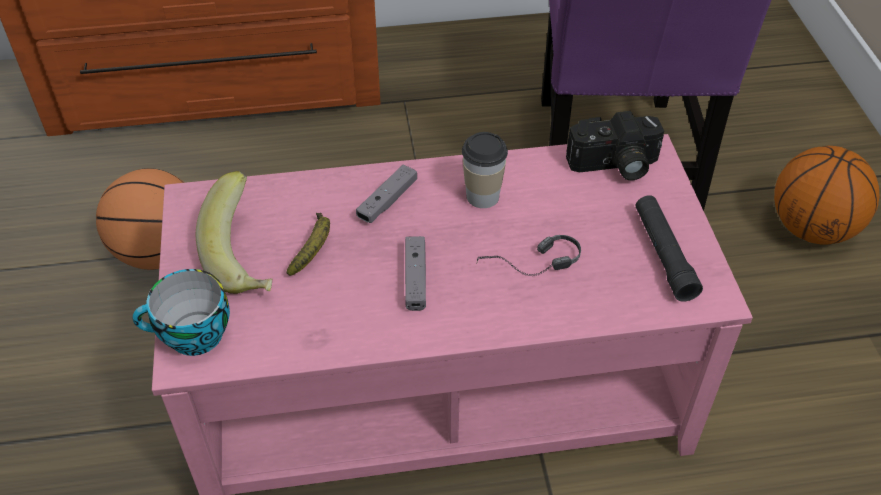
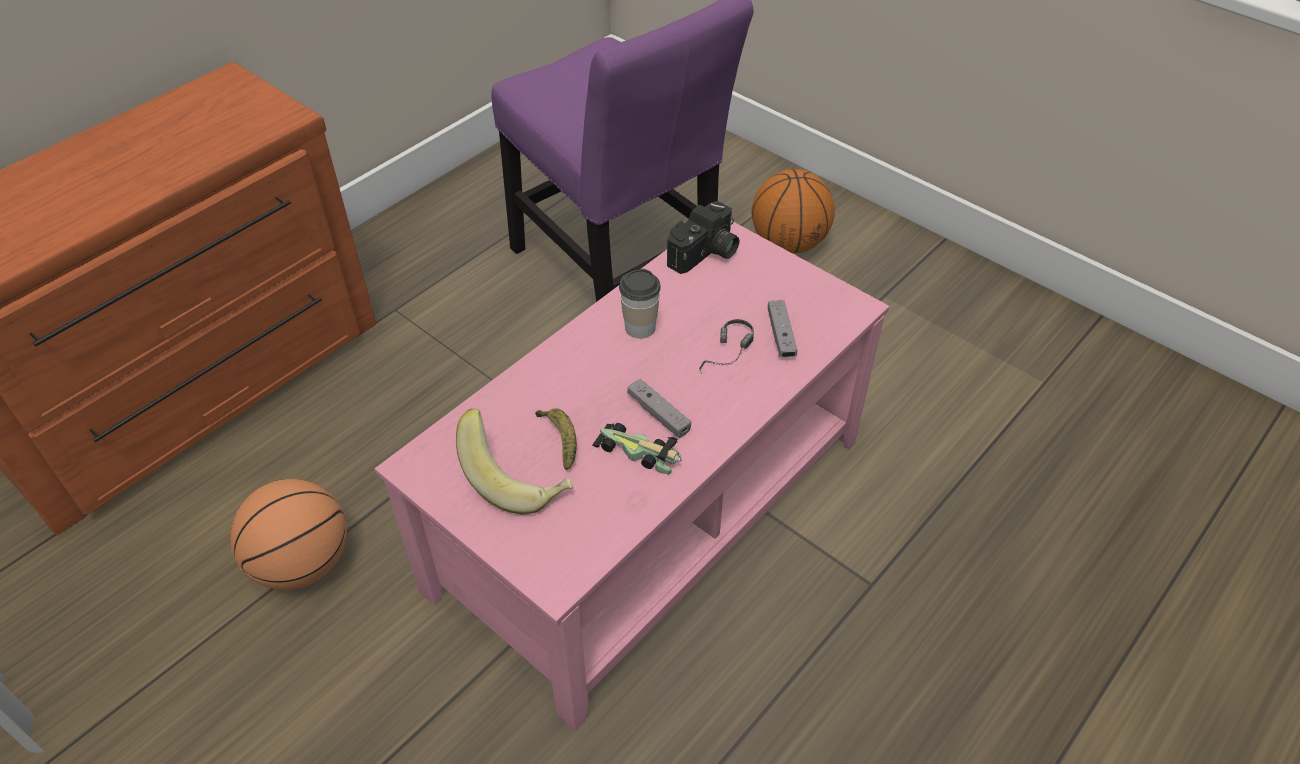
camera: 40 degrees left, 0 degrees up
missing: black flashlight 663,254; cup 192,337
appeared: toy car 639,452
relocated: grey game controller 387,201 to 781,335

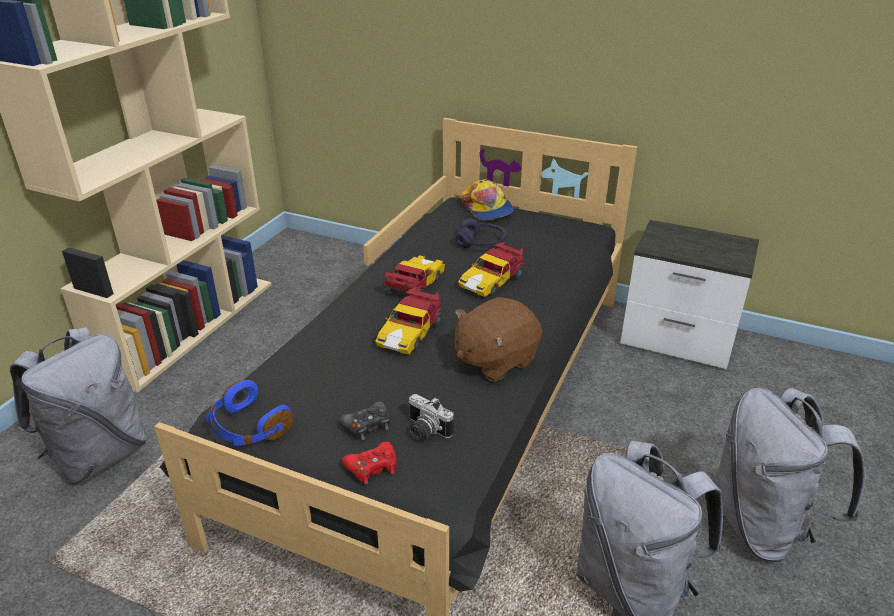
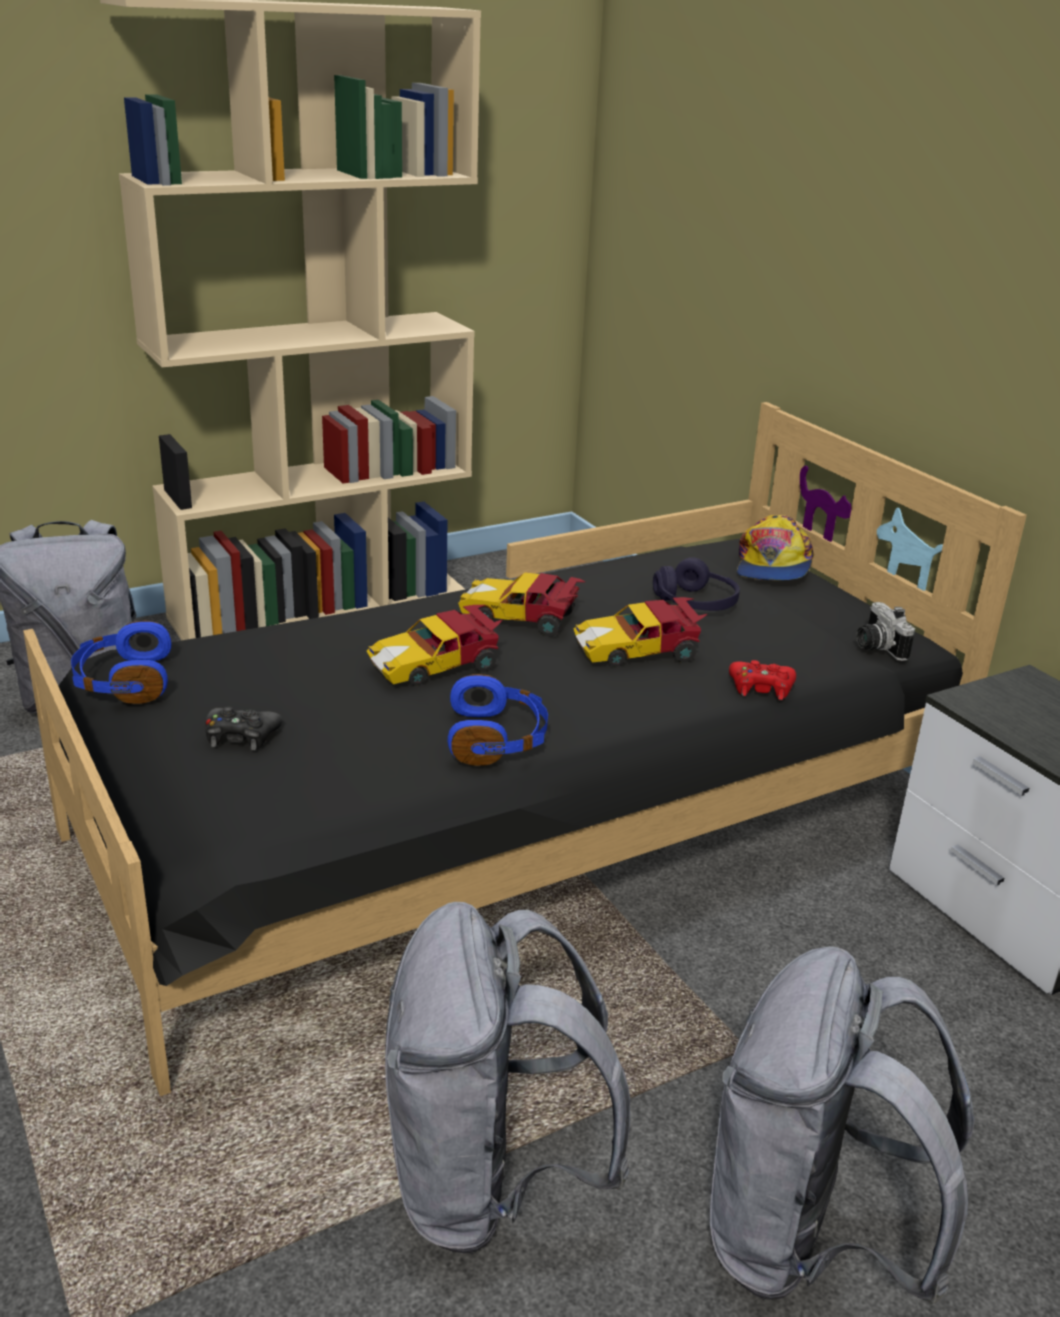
camera: 35 degrees right, 5 degrees down
relocated: photo camera 424,431 to 875,647; red game controller 372,467 to 761,688
exchanged: brown plush toy 495,360 to blue headphones 497,739
spun: toy car 414,286 = 522,618 135 degrees counterclockwise

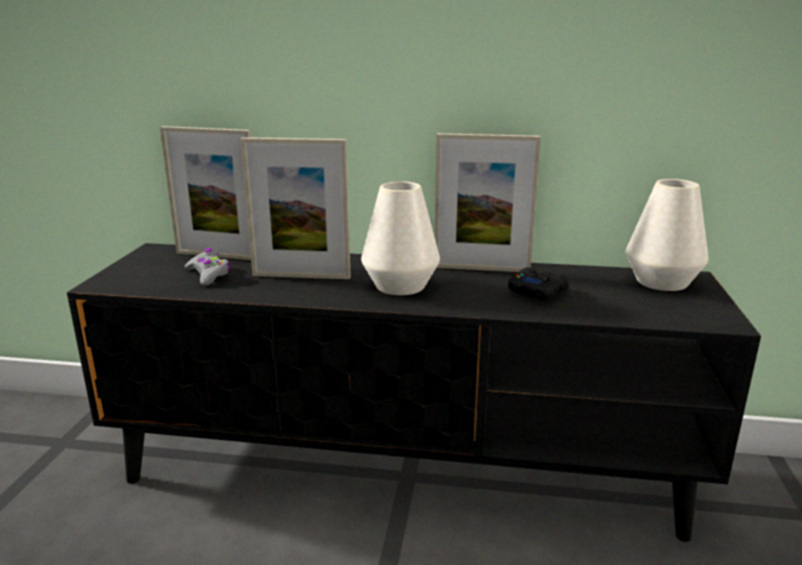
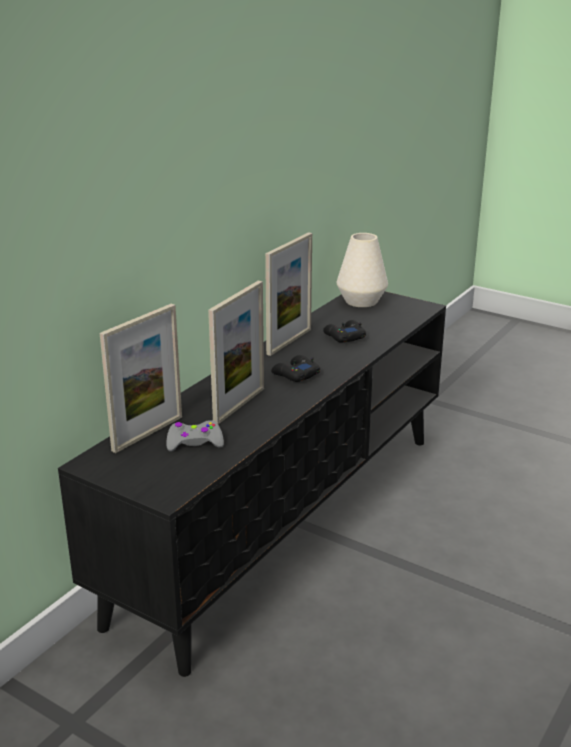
camera: 65 degrees left, 5 degrees up
exchanged: white vase 400,286 to black game controller 295,374

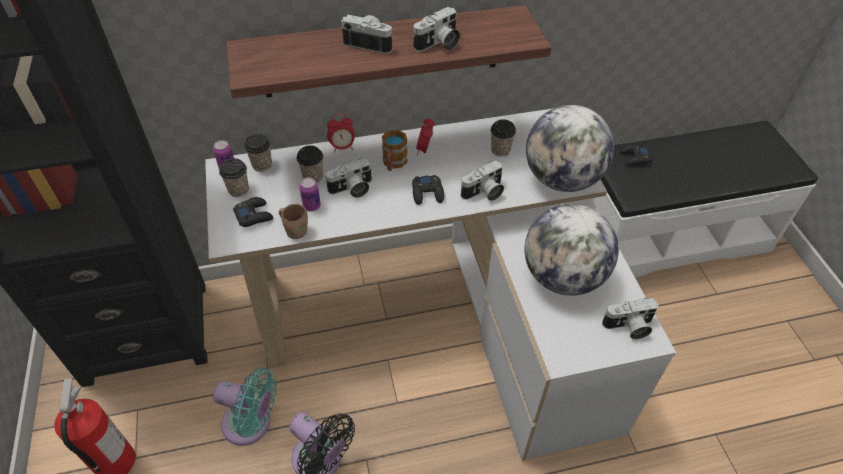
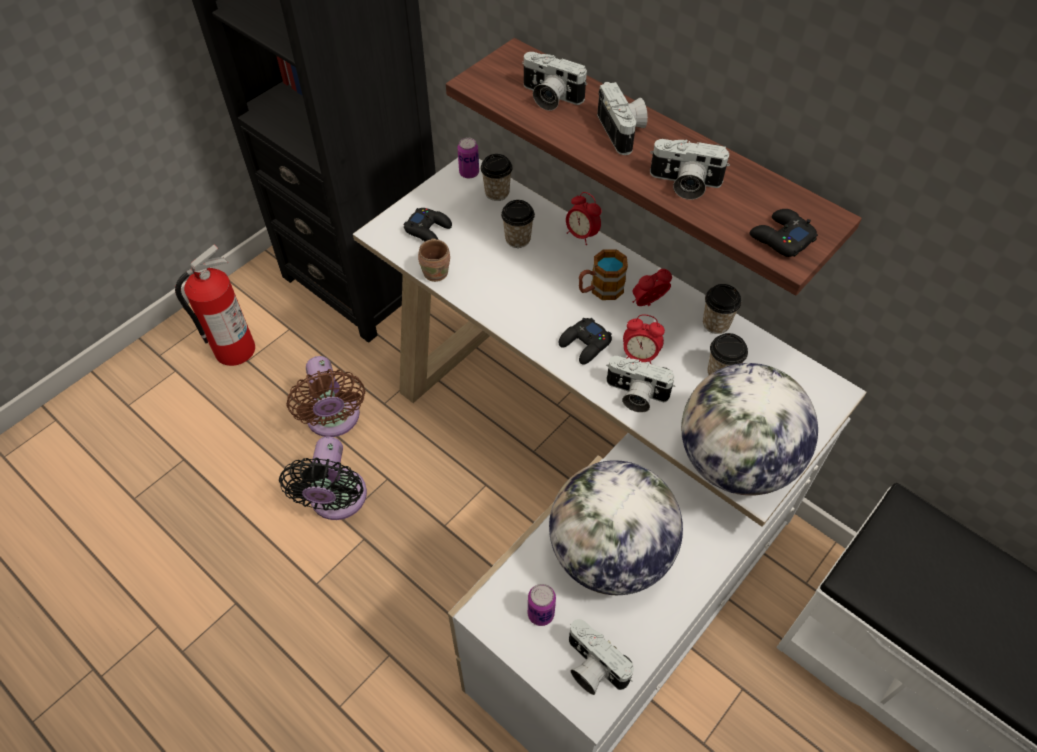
camera: 55 degrees right, 5 degrees up
appeared: alarm clock 639,356
relocated: black game controller 634,158 to 781,238; cup 238,190 to 716,324; photo camera 352,189 to 549,97; can 312,206 to 540,614
colour: turquoise fan 251,424 to brown fan 334,420

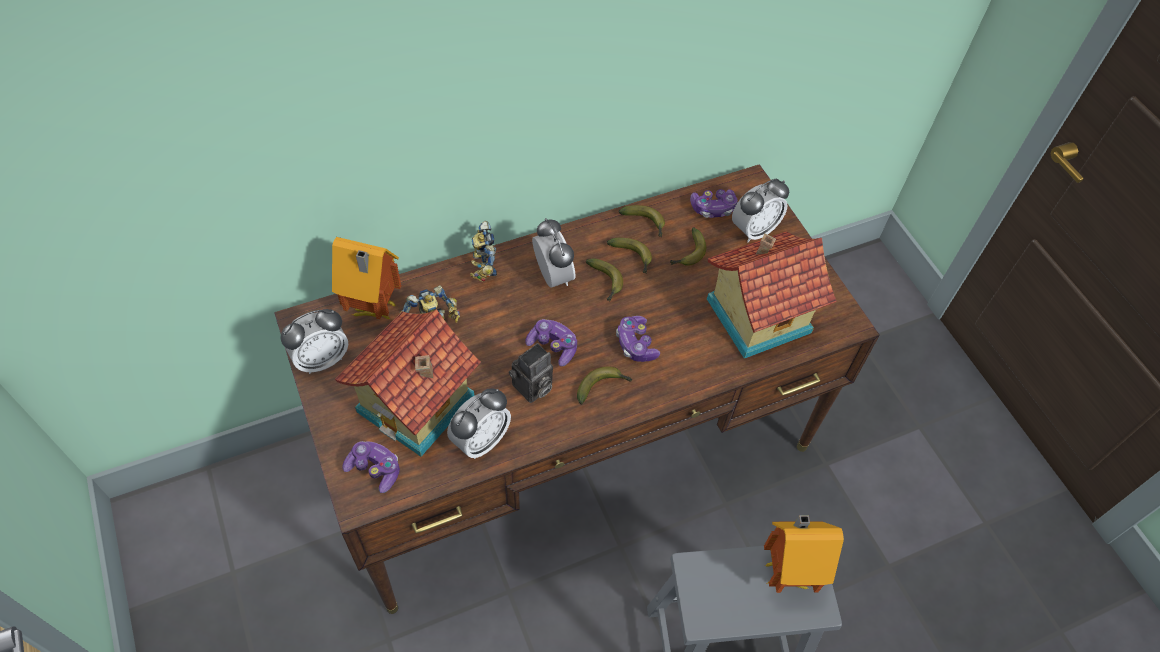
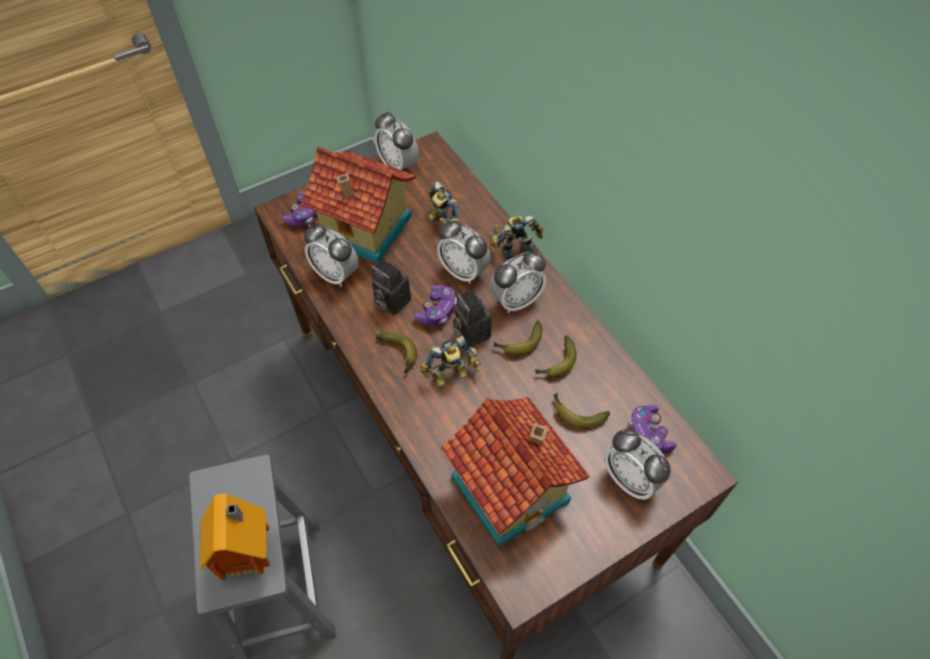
camera: 85 degrees right, 0 degrees up
missing: banana 645,223; toy house 374,311
appeared: alarm clock 463,271; photo camera 470,332
exchanged: game controller 636,344 to toy robot 451,376

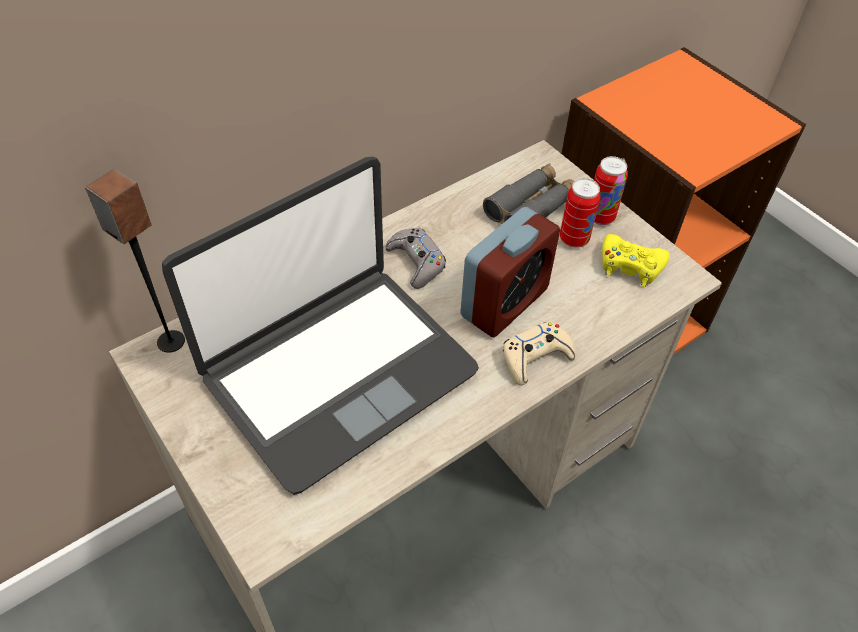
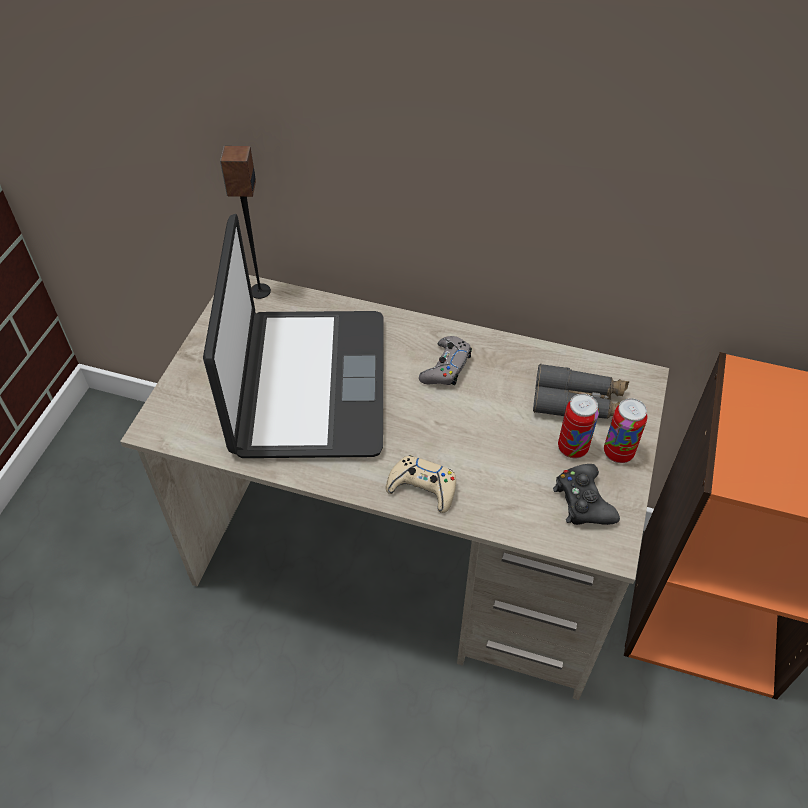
camera: 55 degrees right, 0 degrees up
missing: alarm clock 504,303
colour: yellow game controller 630,266 to black game controller 583,501
spun: laptop 338,373 = 307,385 105 degrees counterclockwise

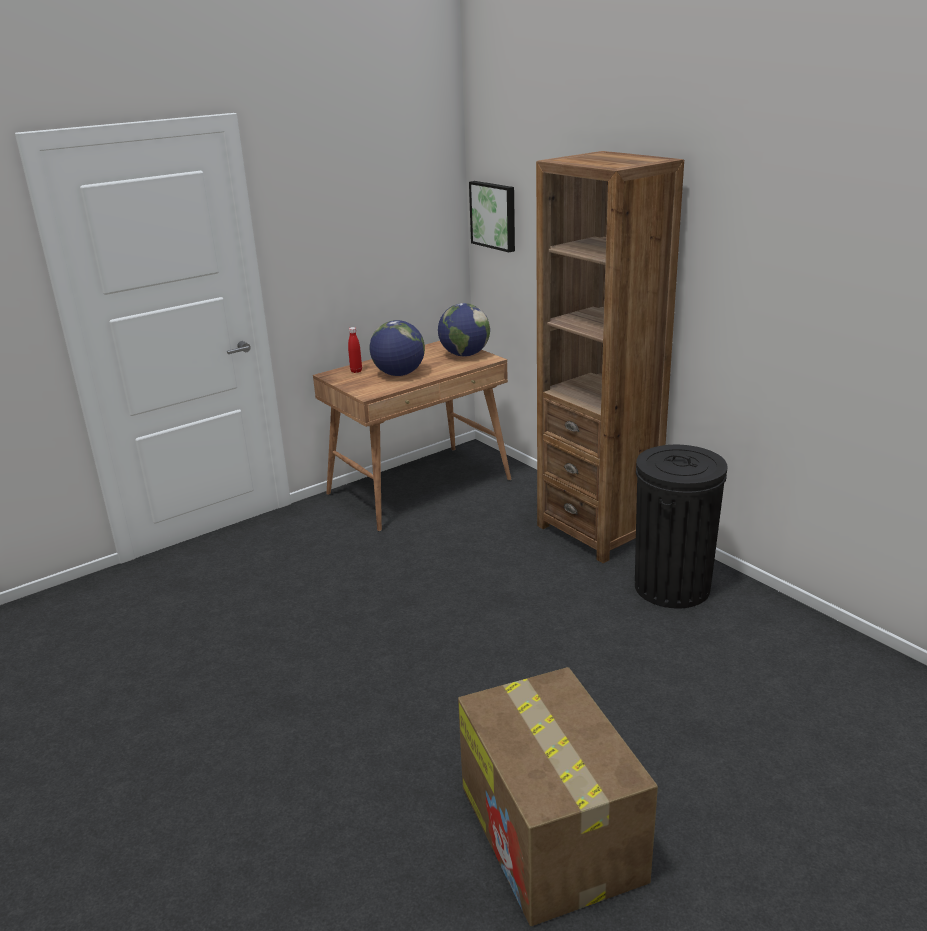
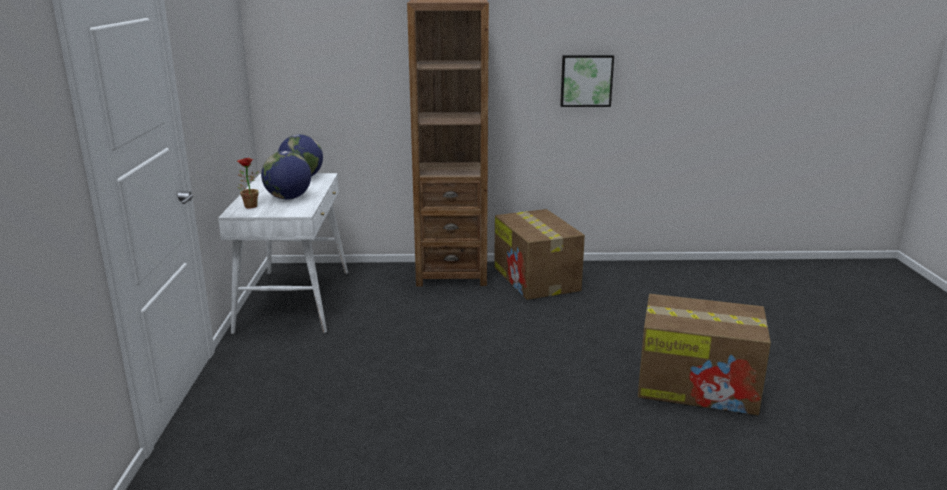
camera: 55 degrees left, 5 degrees down
relocated: picture 494,215 to 586,80
exchanged: red bottle 356,371 to potted plant 249,206; black trash can 672,587 to cardboard box 537,279
colour: brown desk 419,486 to white desk 294,300

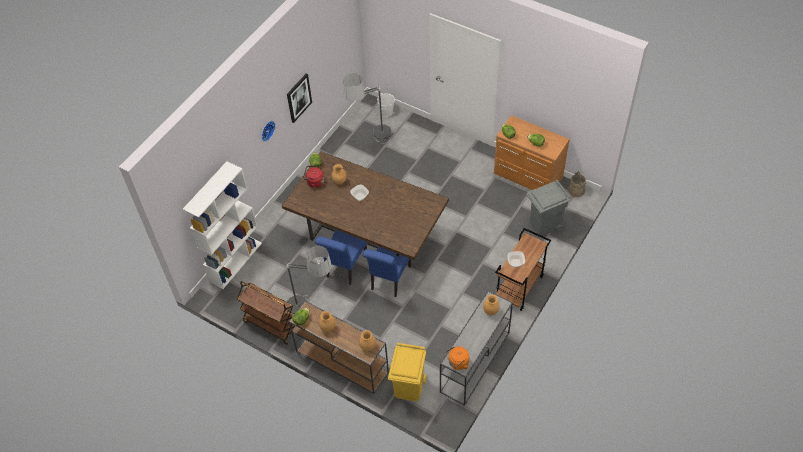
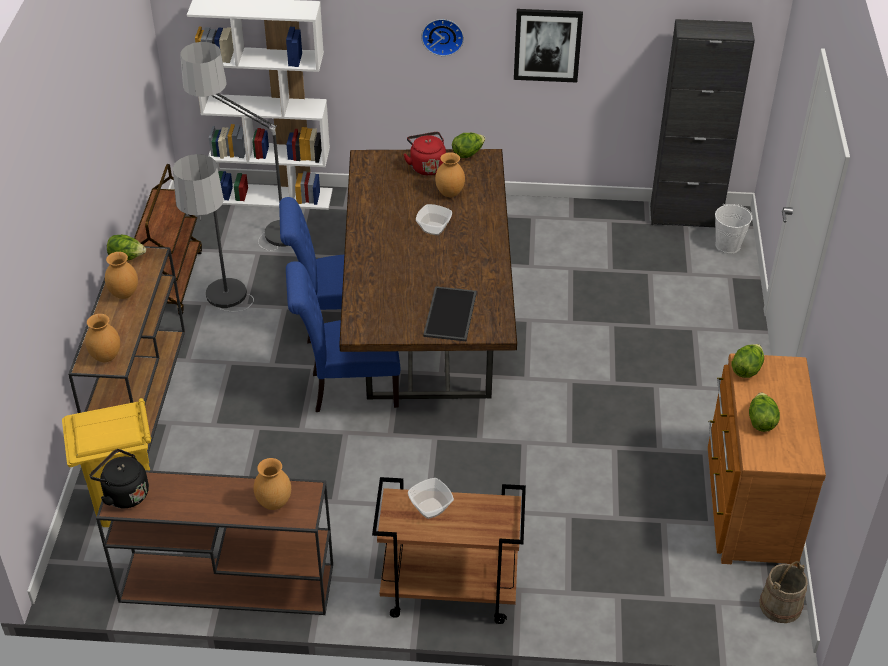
camera: 60 degrees right, 10 degrees down
missing: grey trash can 544,224
appeared: black cabinet 685,217; tray 451,315
relocated: floor lamp 372,142 to 254,231
colour: grey console table 474,363 to brown console table 225,583; orange kettle 457,363 to black kettle 124,494

